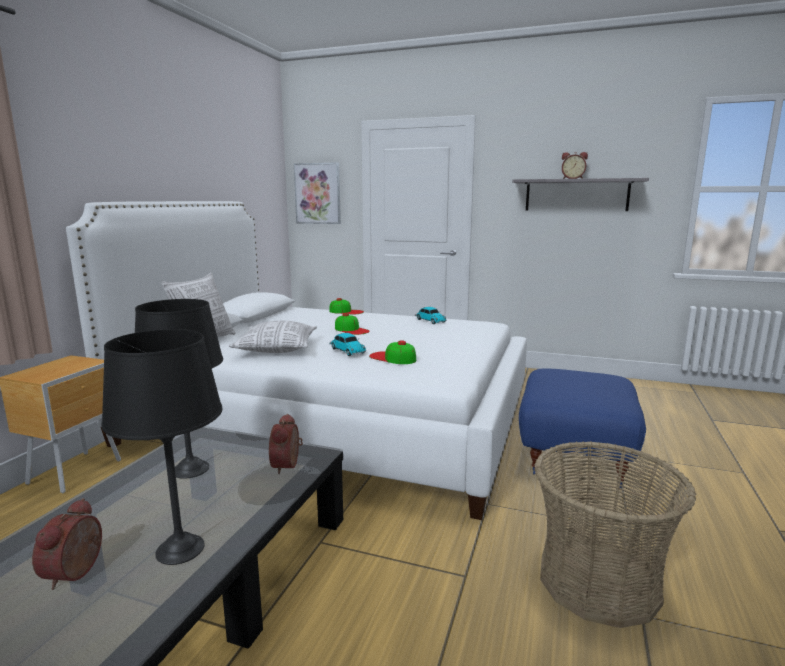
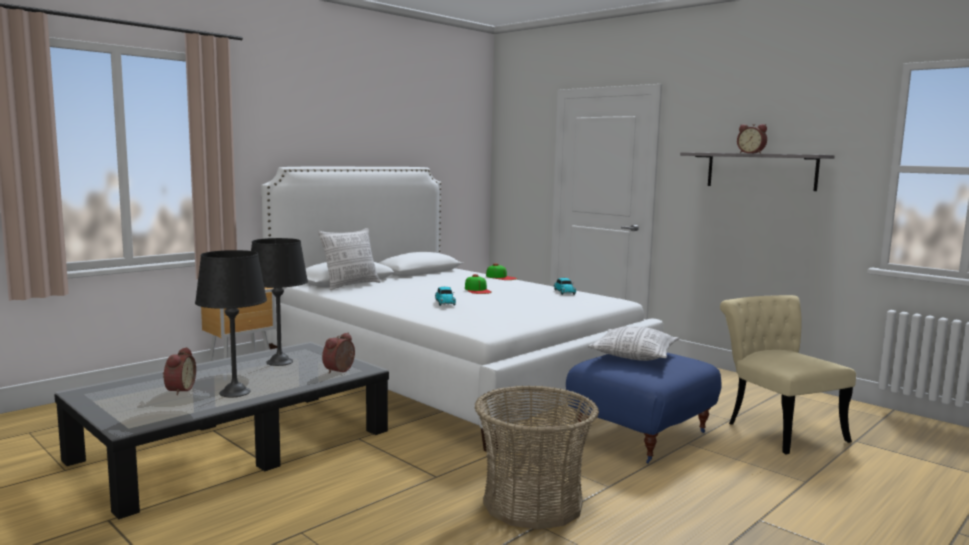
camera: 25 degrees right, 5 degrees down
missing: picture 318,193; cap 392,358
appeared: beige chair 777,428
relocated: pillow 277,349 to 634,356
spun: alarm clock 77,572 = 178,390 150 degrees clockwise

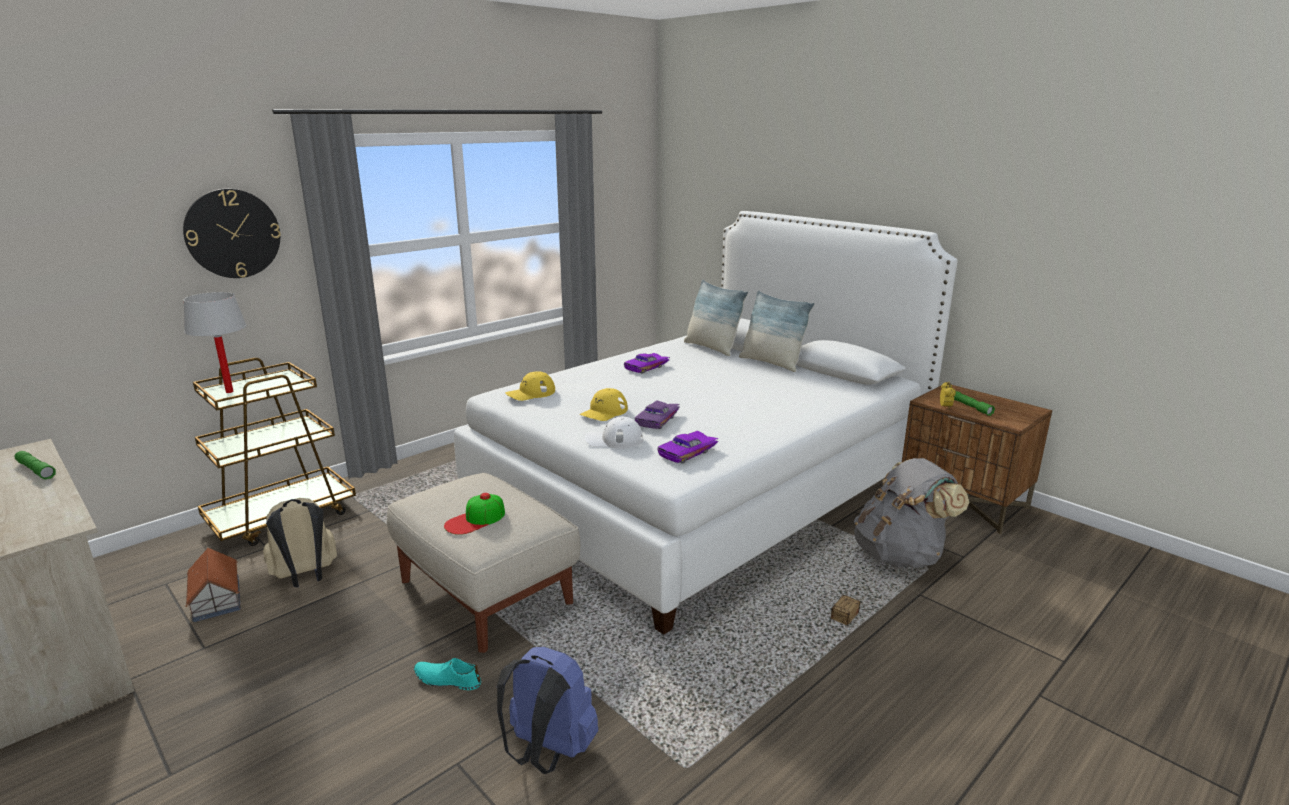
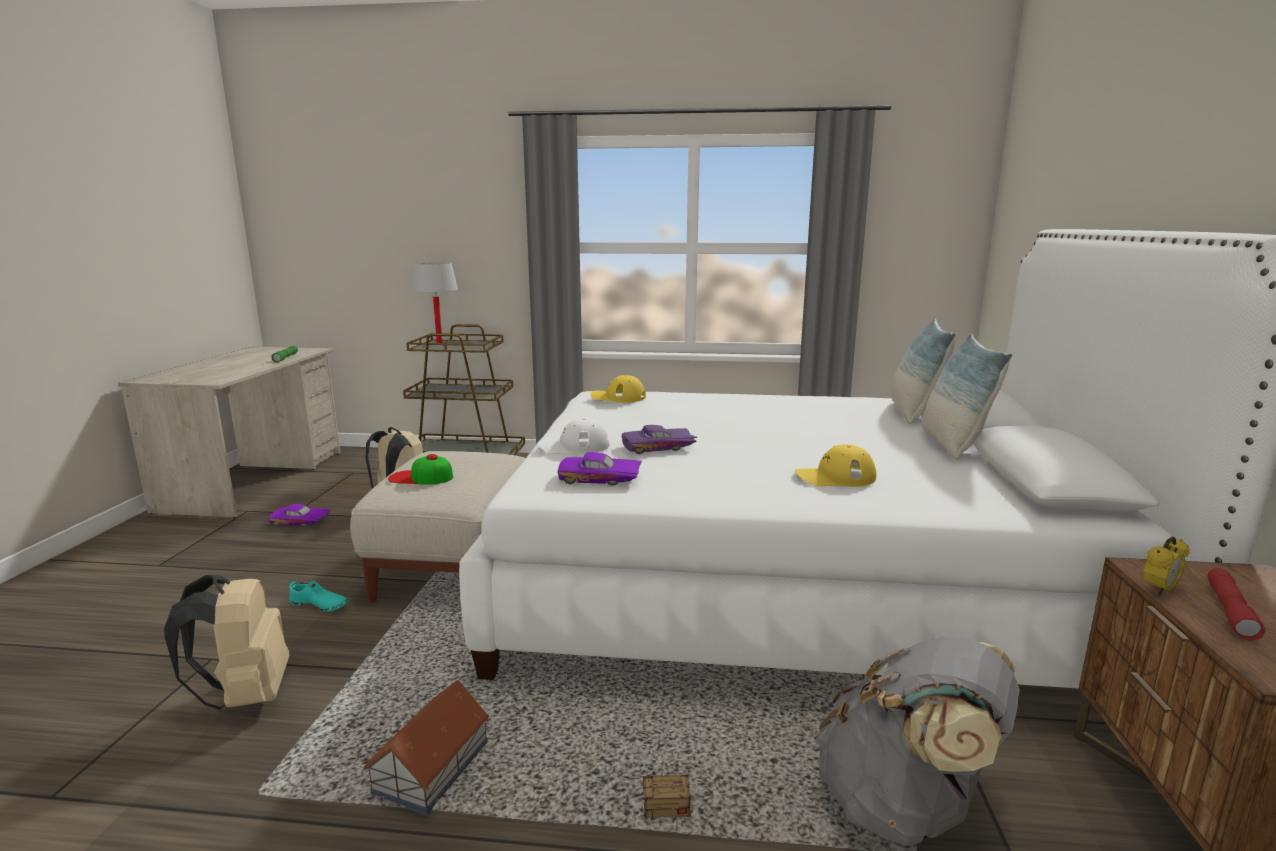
camera: 50 degrees right, 5 degrees down
missing: wall clock 233,233
relocated: purple toy car 647,367 to 299,522; yellow cap 604,412 to 834,477; toy house 217,598 to 433,767
colour: green flashlight 970,406 to red flashlight 1230,611; blue backpack 547,752 to beige backpack 246,695
spun: white cap 614,440 = 574,446 60 degrees counterclockwise; turquoise shoe 447,679 = 319,605 135 degrees clockwise

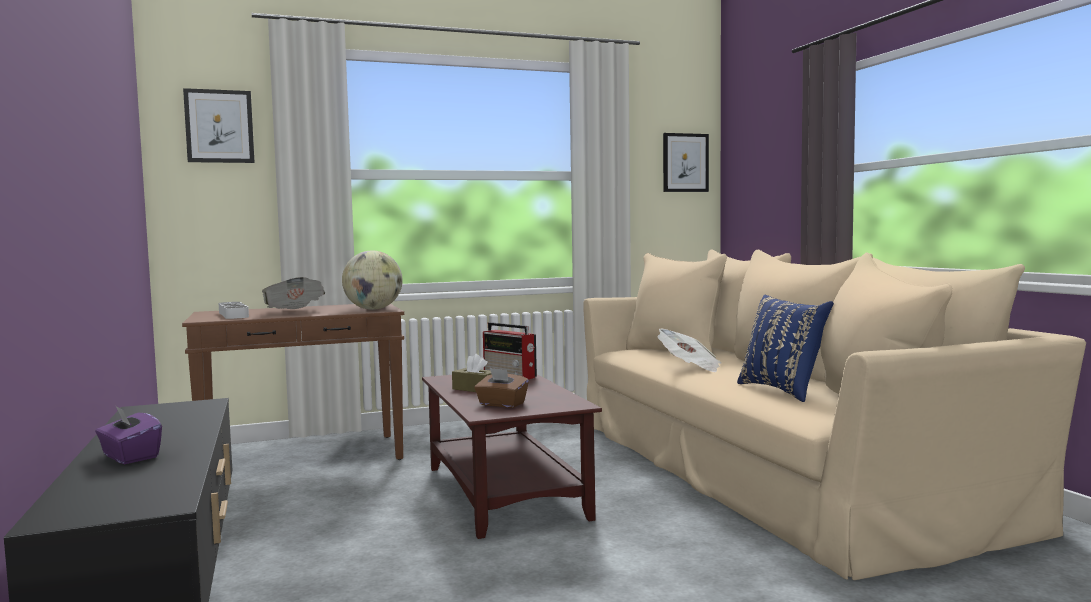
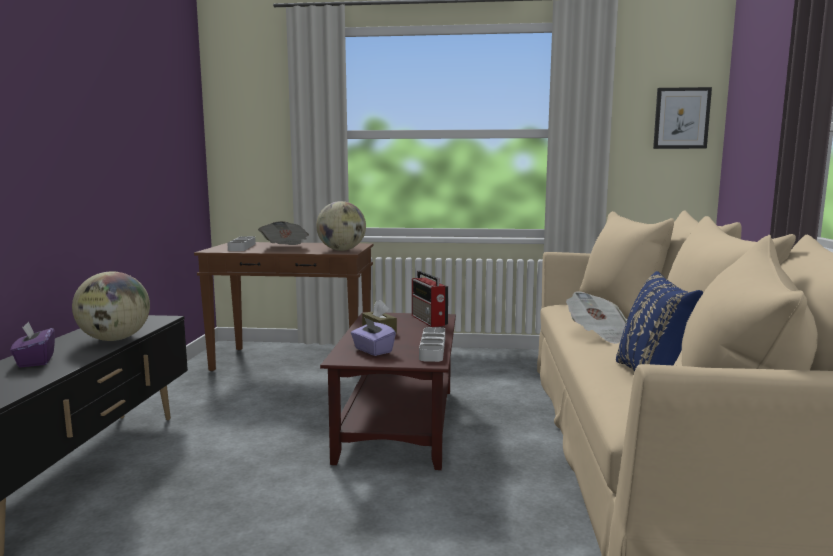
camera: 25 degrees right, 5 degrees up
missing: picture 219,126
appeared: globe 114,339; grey tray 432,348
colour: brown tissue box 501,404 to purple tissue box 372,350

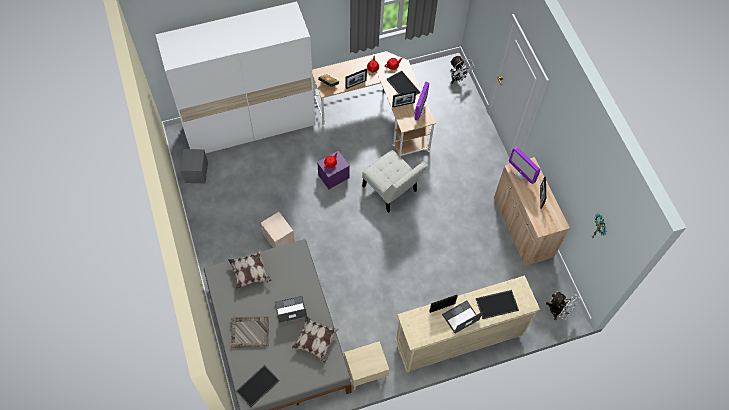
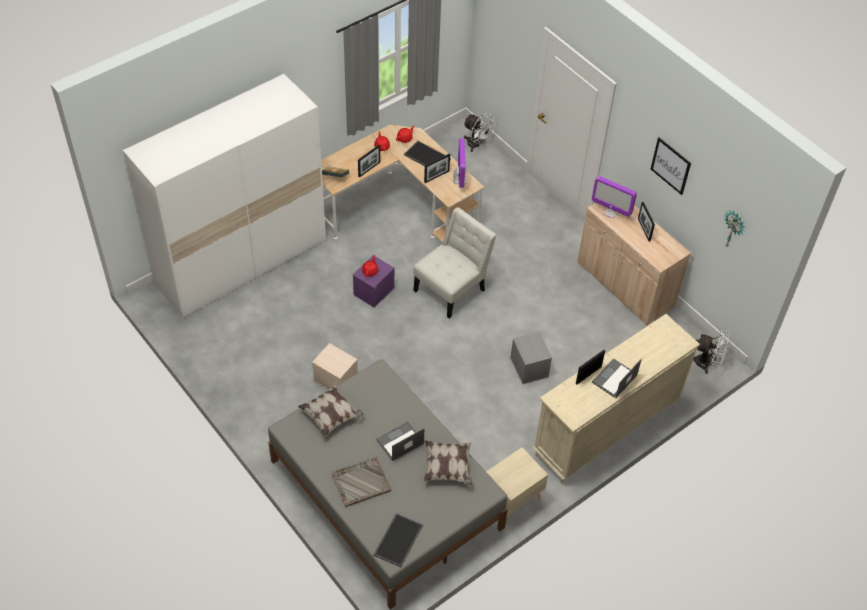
camera: 20 degrees left, 10 degrees down
missing: tray 497,304
appeared: picture 670,166
relocated: grey storage box 196,172 to 529,367
spun: white chair 391,191 = 452,288 75 degrees counterclockwise

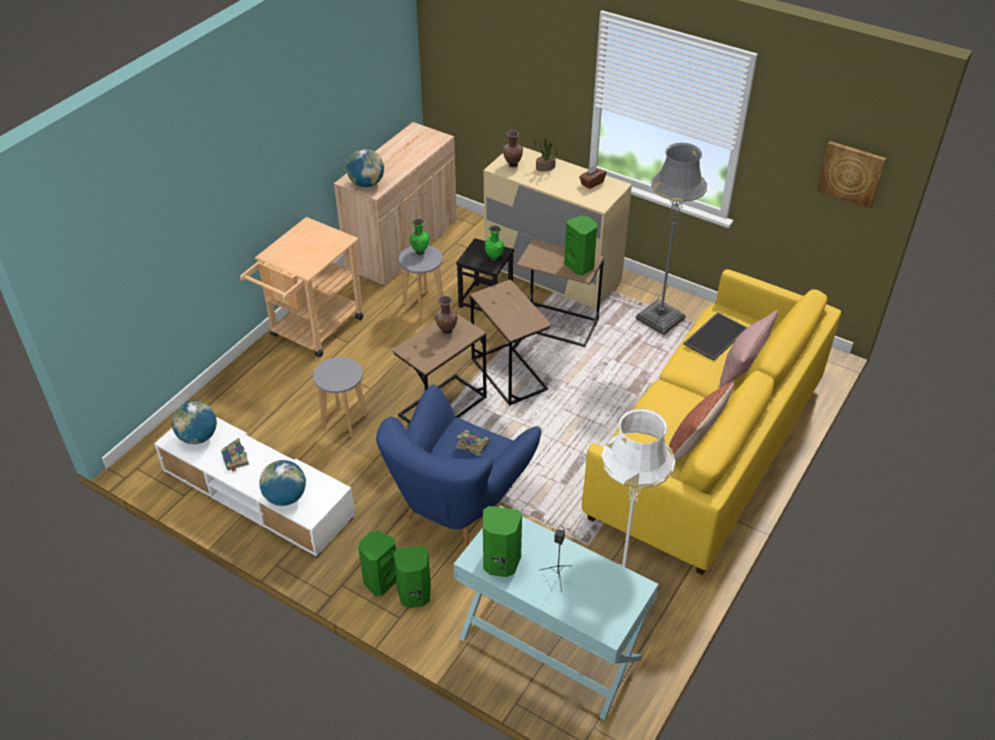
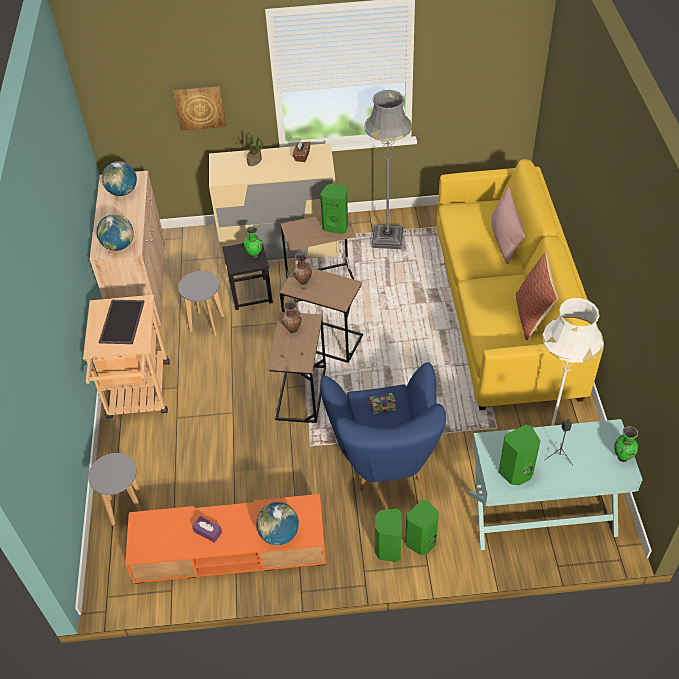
camera: 35 degrees left, 5 degrees up
relocated: brown vase 512,165 to 303,282; picture 851,173 to 200,107; green vase 420,251 to 622,457; tray 715,336 to 121,321; grey stool 344,421 to 126,508; globe 198,437 to 123,192
exchanged: book 235,459 to purple tissue box 208,532
colour: white tv stand 257,493 to orange tv stand 230,549

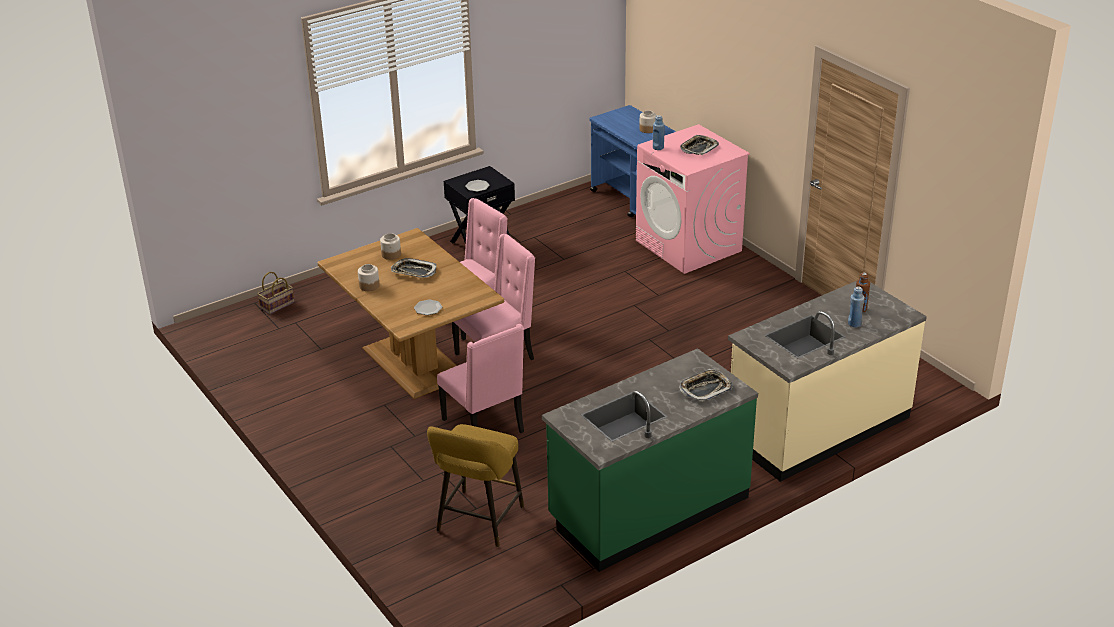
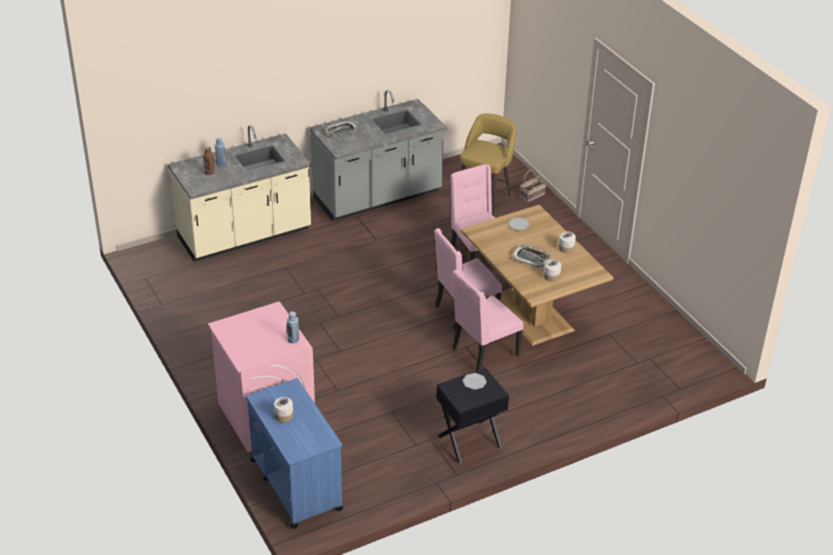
camera: 175 degrees left, 5 degrees up
missing: tray 699,148
relocated: basket 277,306 to 532,195
colour: green counter 648,508 to grey counter 378,197

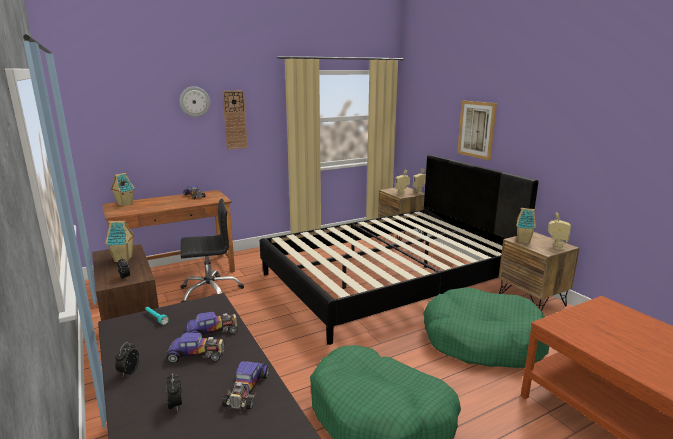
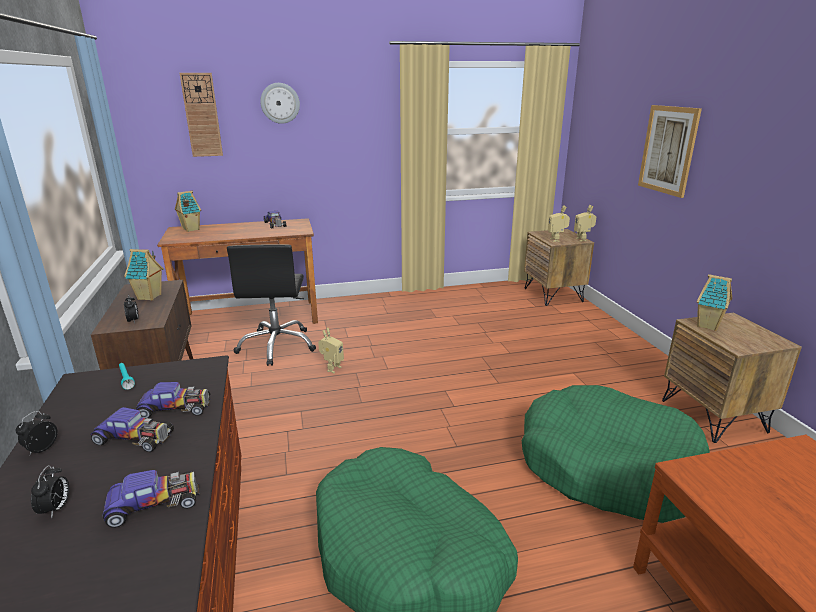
camera: 15 degrees right, 5 degrees up
missing: black bed 389,279
relocated: wall clock 235,120 to 202,115; toy robot 556,247 to 332,368
spun: black office chair 210,292 = 277,346 90 degrees clockwise; toy car 246,390 = 154,503 135 degrees counterclockwise

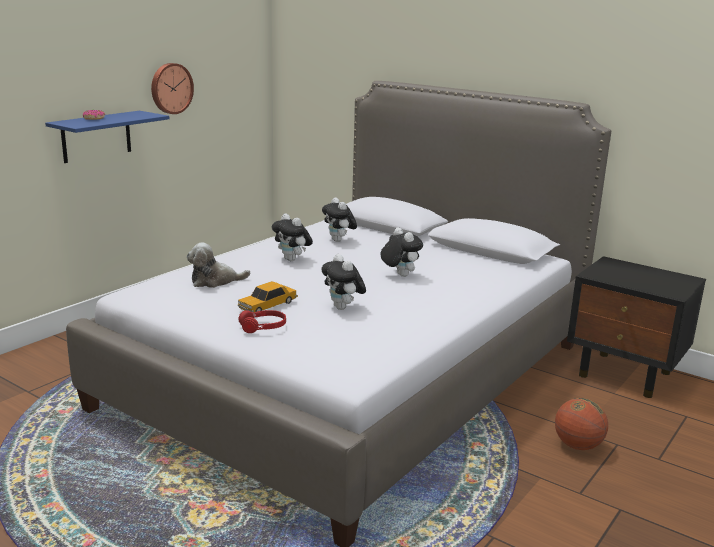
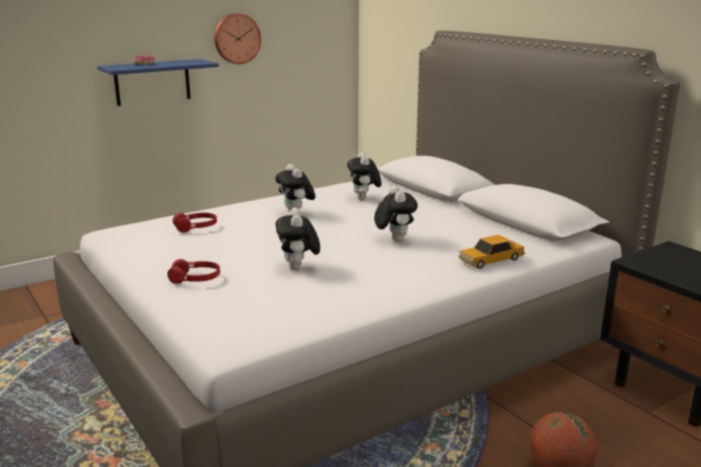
camera: 20 degrees right, 0 degrees up
relocated: toy car 267,305 to 491,260
exchanged: plush toy 215,281 to red headphones 196,227

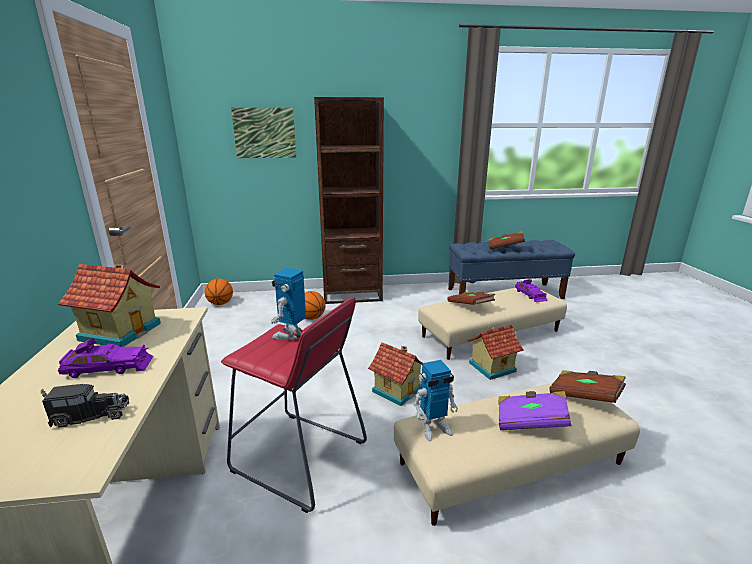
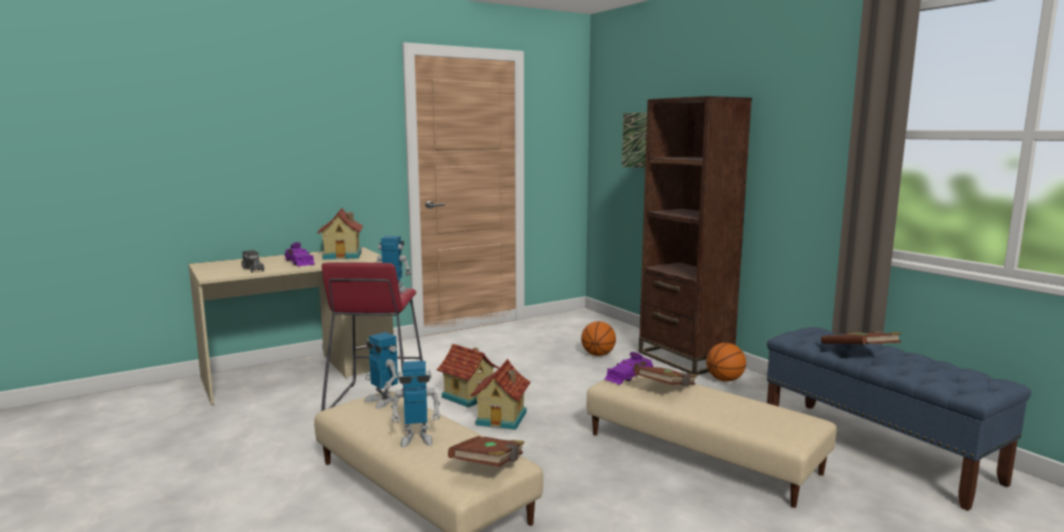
camera: 65 degrees right, 10 degrees down
relocated: basketball 220,303 to 724,380; purple toy car 530,295 to 628,375; toy house 491,366 to 469,396
exchanged: purple book 530,422 to toy robot 416,439

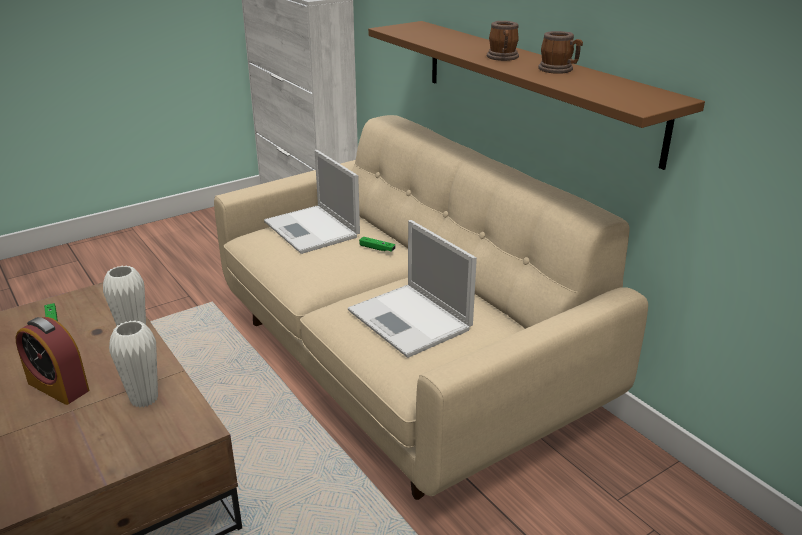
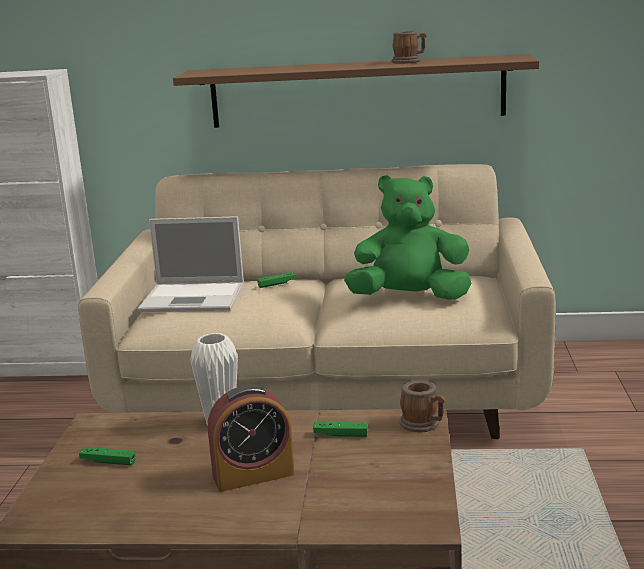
camera: 50 degrees left, 10 degrees down
relocated: mug 503,58 to 423,424
exchanged: laptop 411,321 to green plush toy 409,298; white vase 144,399 to green game controller 341,435

